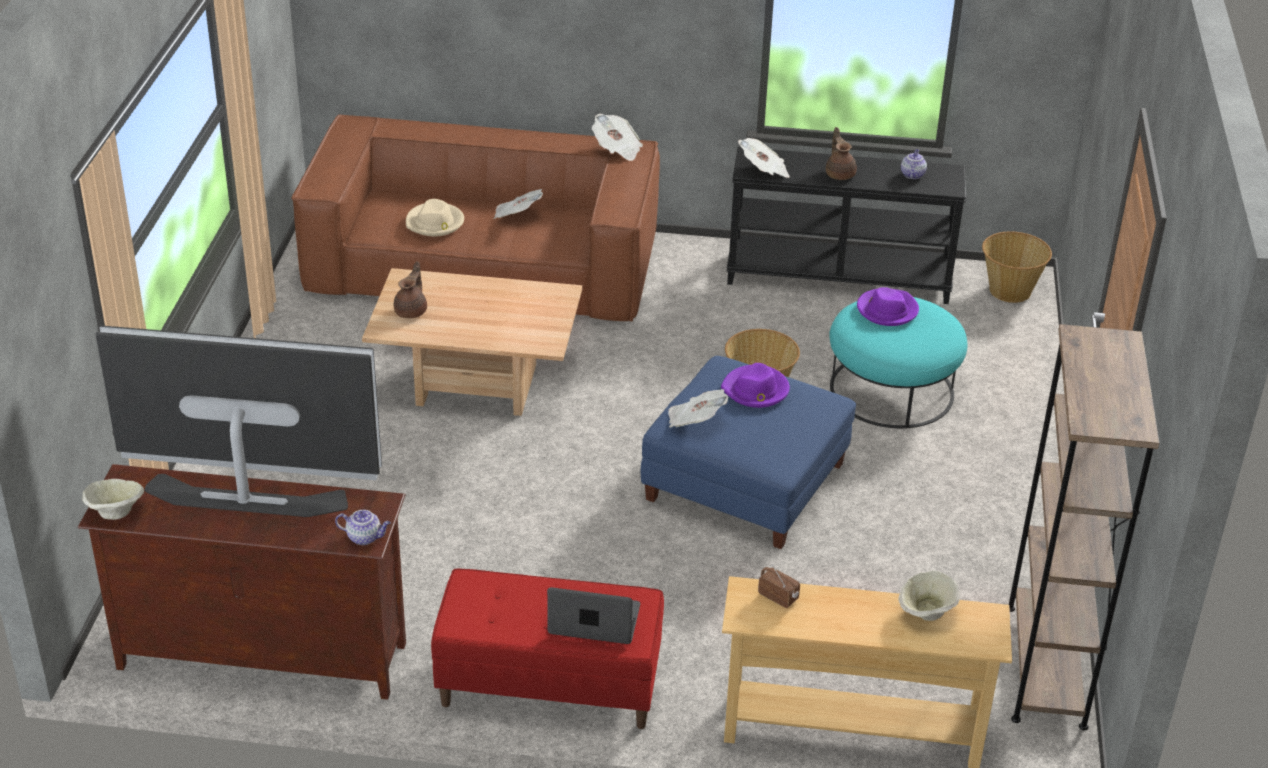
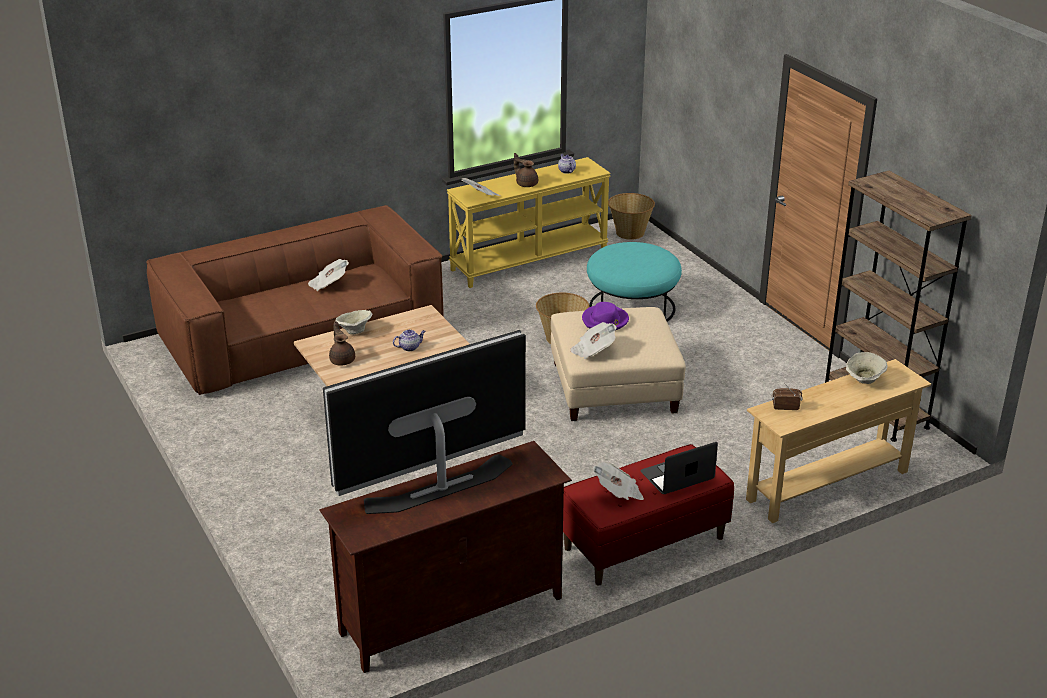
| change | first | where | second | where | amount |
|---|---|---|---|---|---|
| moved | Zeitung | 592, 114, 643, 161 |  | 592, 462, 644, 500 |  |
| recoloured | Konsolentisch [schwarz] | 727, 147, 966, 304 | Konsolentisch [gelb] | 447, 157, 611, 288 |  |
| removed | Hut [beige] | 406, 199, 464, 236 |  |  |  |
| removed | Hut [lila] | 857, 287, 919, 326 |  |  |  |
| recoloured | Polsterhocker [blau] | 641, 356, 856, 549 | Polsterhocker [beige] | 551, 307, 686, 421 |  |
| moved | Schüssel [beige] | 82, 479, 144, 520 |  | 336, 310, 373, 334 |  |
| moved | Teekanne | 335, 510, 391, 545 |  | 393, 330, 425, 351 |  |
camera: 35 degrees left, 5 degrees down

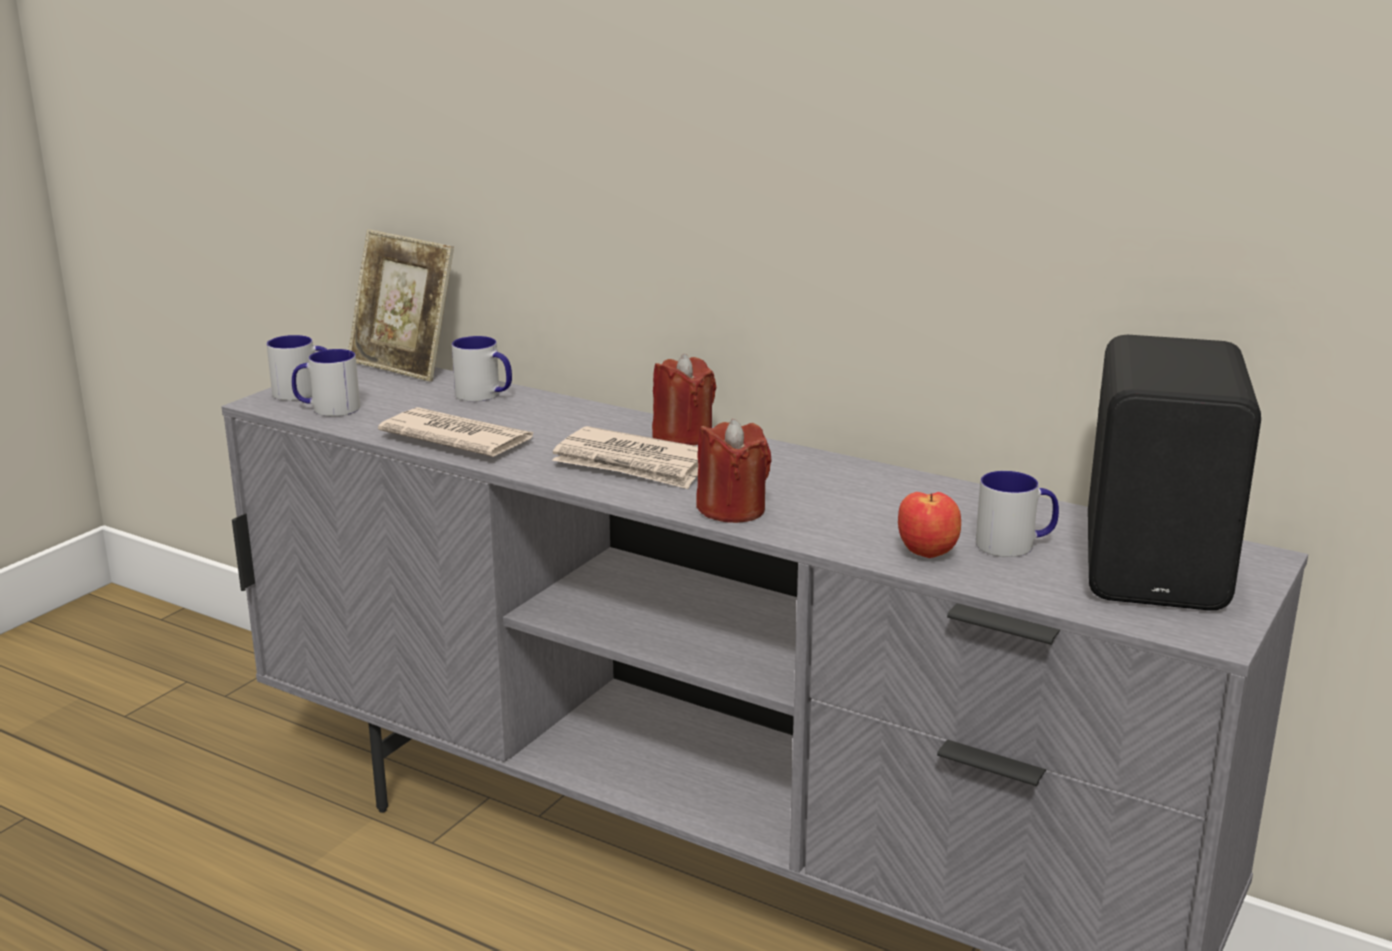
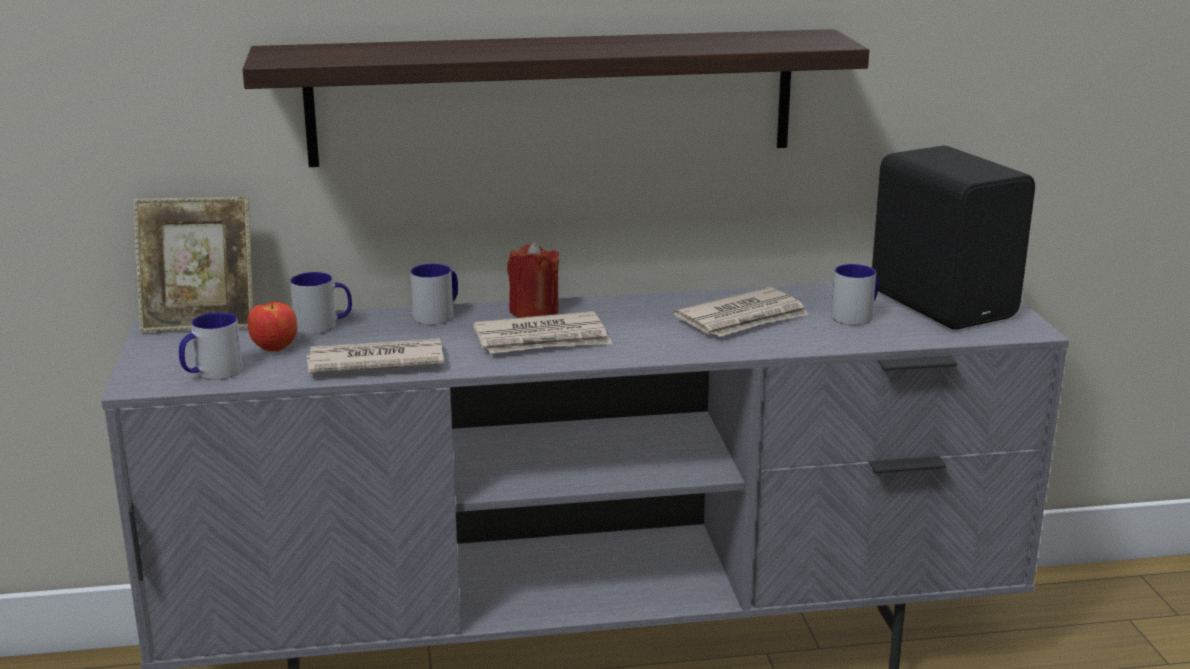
| change | first | where | second | where | amount |
|---|---|---|---|---|---|
| moved | Henkelbecher | 267, 335, 328, 401 |  | 410, 264, 458, 325 |  |
| removed | Kerze [rot] | 696, 419, 772, 523 |  |  |  |
| moved | Apfel | 898, 492, 961, 558 |  | 248, 301, 298, 351 |  |
| added |  |  | Wandregal | 243, 29, 869, 167 |  |
| added |  |  | Zeitung | 674, 287, 809, 337 |  |
camera: 40 degrees left, 0 degrees up

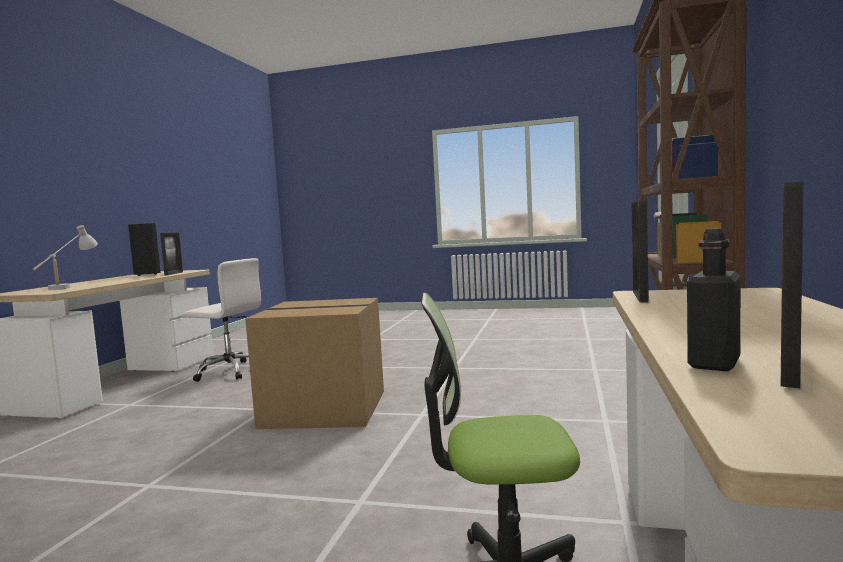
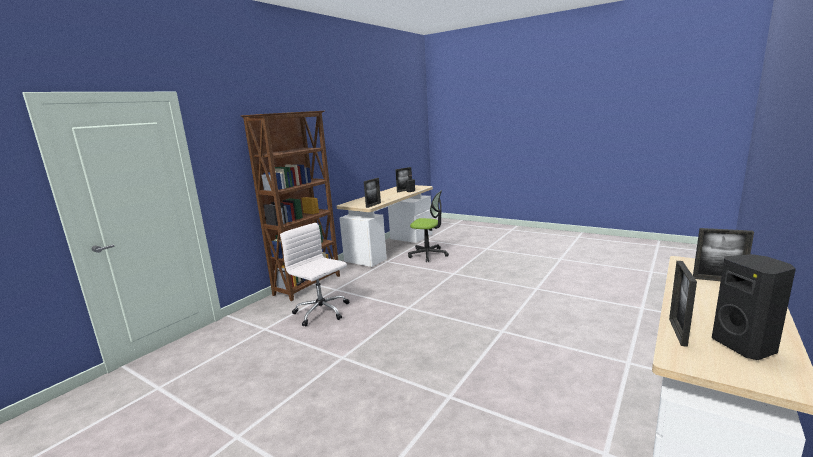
| change | first | where | second | where | amount |
|---|---|---|---|---|---|
| replaced | Tischlampe [weiß] | 32, 225, 98, 290 | Bilderrahmen | 693, 228, 754, 281 |  |
| moved | Bürostuhl [weiß] | 182, 258, 261, 382 |  | 280, 223, 349, 326 |  |
| removed | Karton | 245, 298, 384, 429 |  |  |  |
camera: 160 degrees left, 10 degrees up

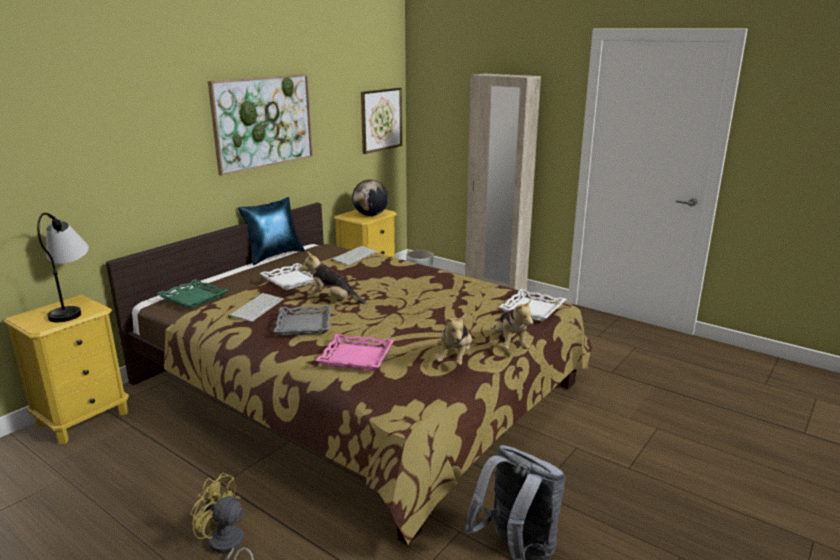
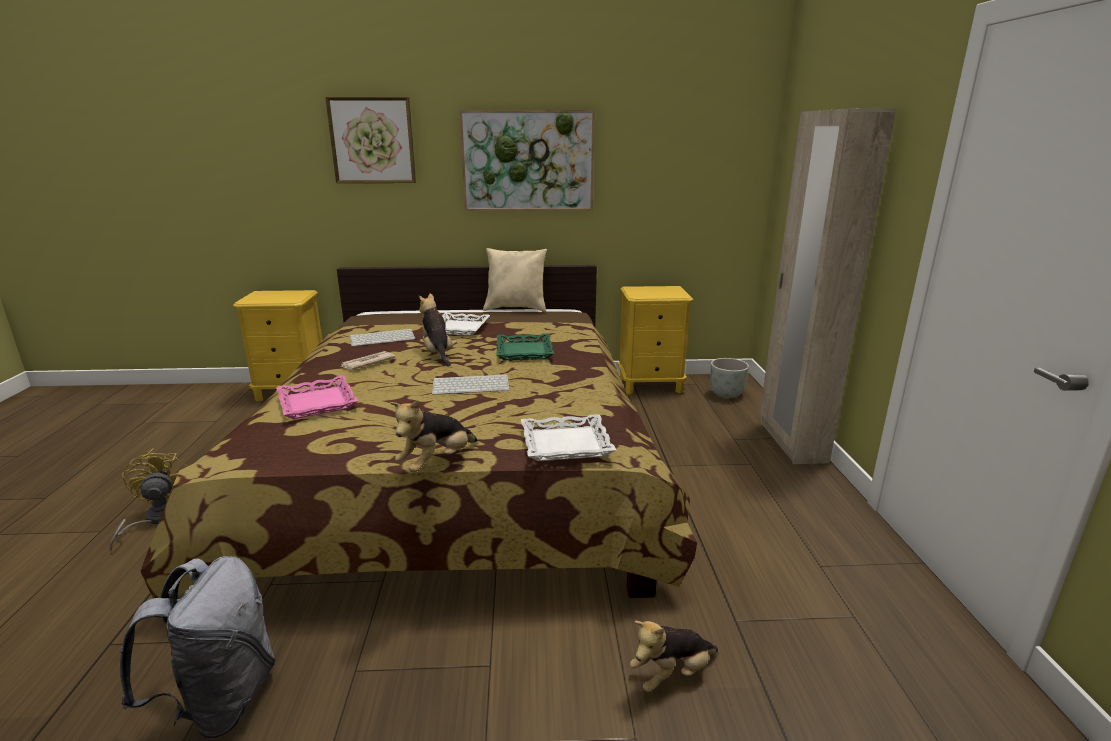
| change | first | where | second | where | amount |
|---|---|---|---|---|---|
| moved | Bild | 361, 88, 402, 154 |  | 325, 97, 416, 183 |  |
| removed | Globus | 352, 179, 389, 216 |  |  |  |
| recoloured | Kissen [blau] | 238, 197, 305, 265 | Kissen [beige] | 483, 248, 547, 312 |  |
| removed | Tischlampe | 37, 213, 89, 322 |  |  |  |
| moved | Tastatur | 331, 246, 377, 265 |  | 432, 374, 510, 395 |  |
| moved | Tablett [grün] | 156, 279, 228, 309 |  | 496, 334, 554, 360 |  |
| replaced | Tablett [grau] | 273, 305, 331, 336 | Zeitung | 341, 351, 395, 370 |  |
| moved | Plüschtier | 436, 314, 472, 366 |  | 630, 621, 718, 693 |  |
camera: 50 degrees right, 0 degrees up

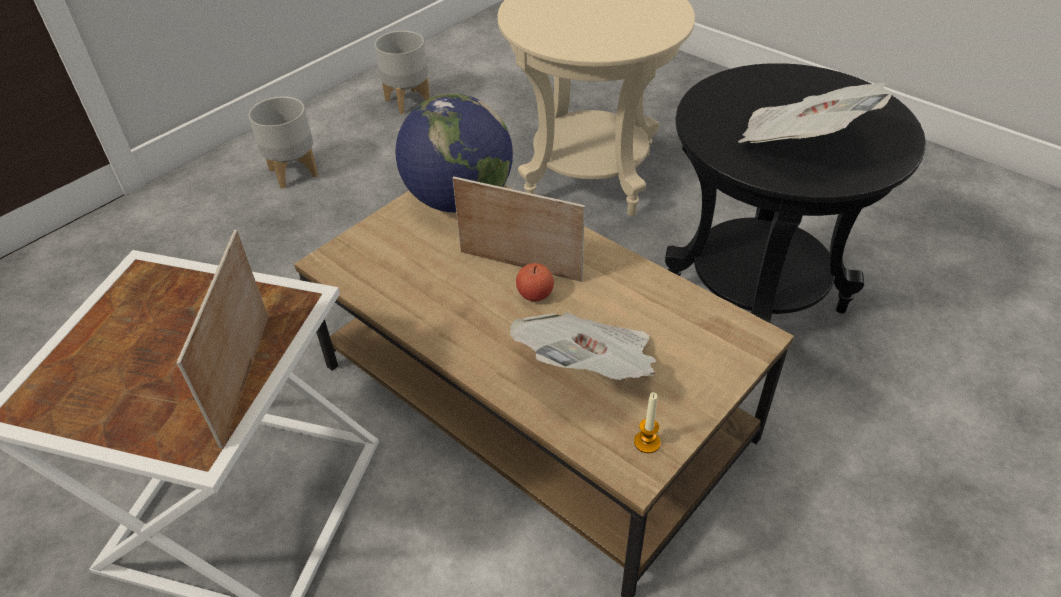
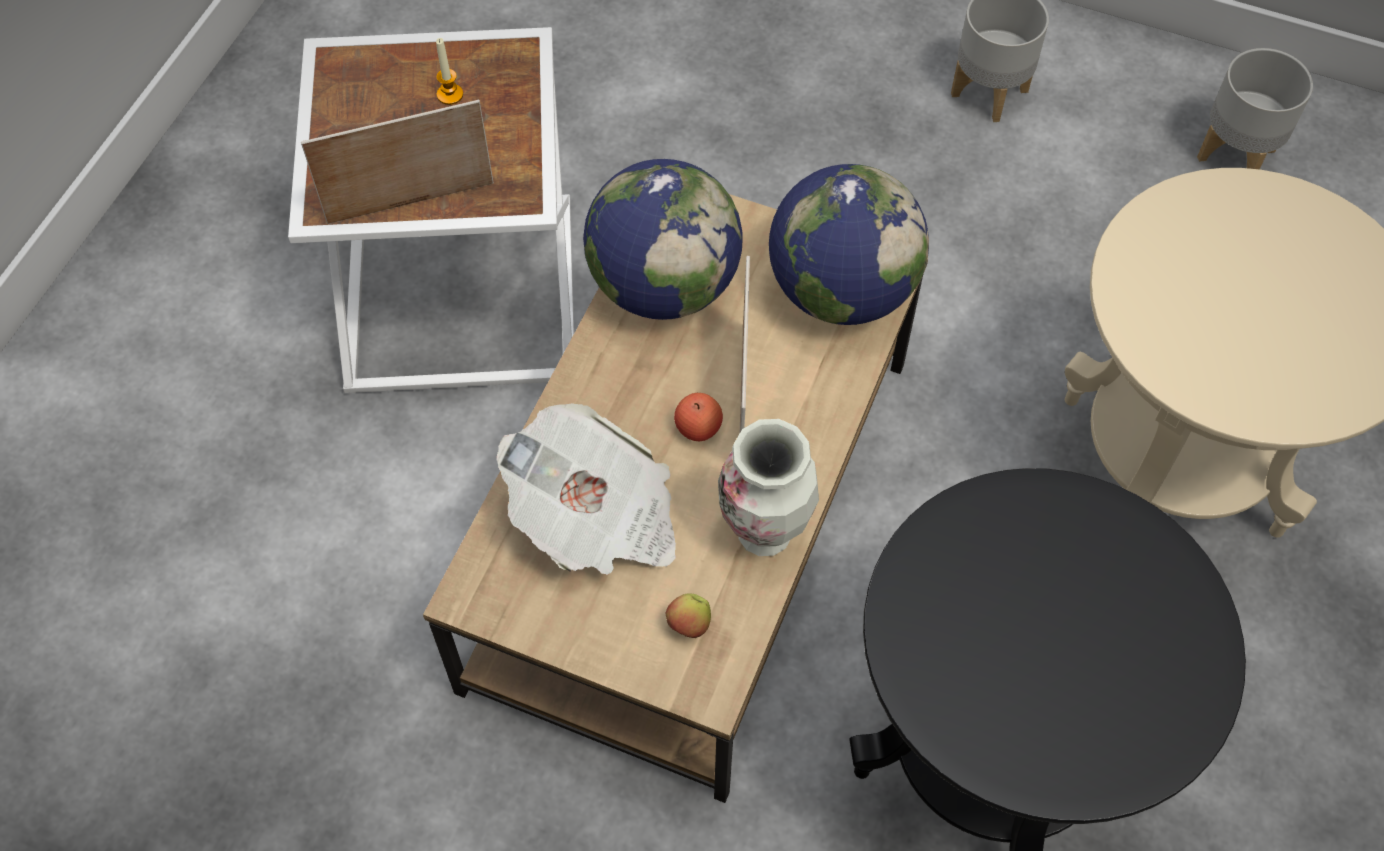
| change | first | where | second | where | amount |
|---|---|---|---|---|---|
| removed | Zeitung | 738, 83, 892, 143 |  |  |  |
| moved | Kerze | 634, 392, 661, 453 |  | 436, 38, 463, 105 |  |
| added |  |  | Globus | 583, 159, 743, 320 |  |
| added |  |  | Vase | 718, 419, 819, 556 |  |
| added |  |  | Apfel | 665, 593, 711, 638 |  |
camera: 70 degrees right, 15 degrees up

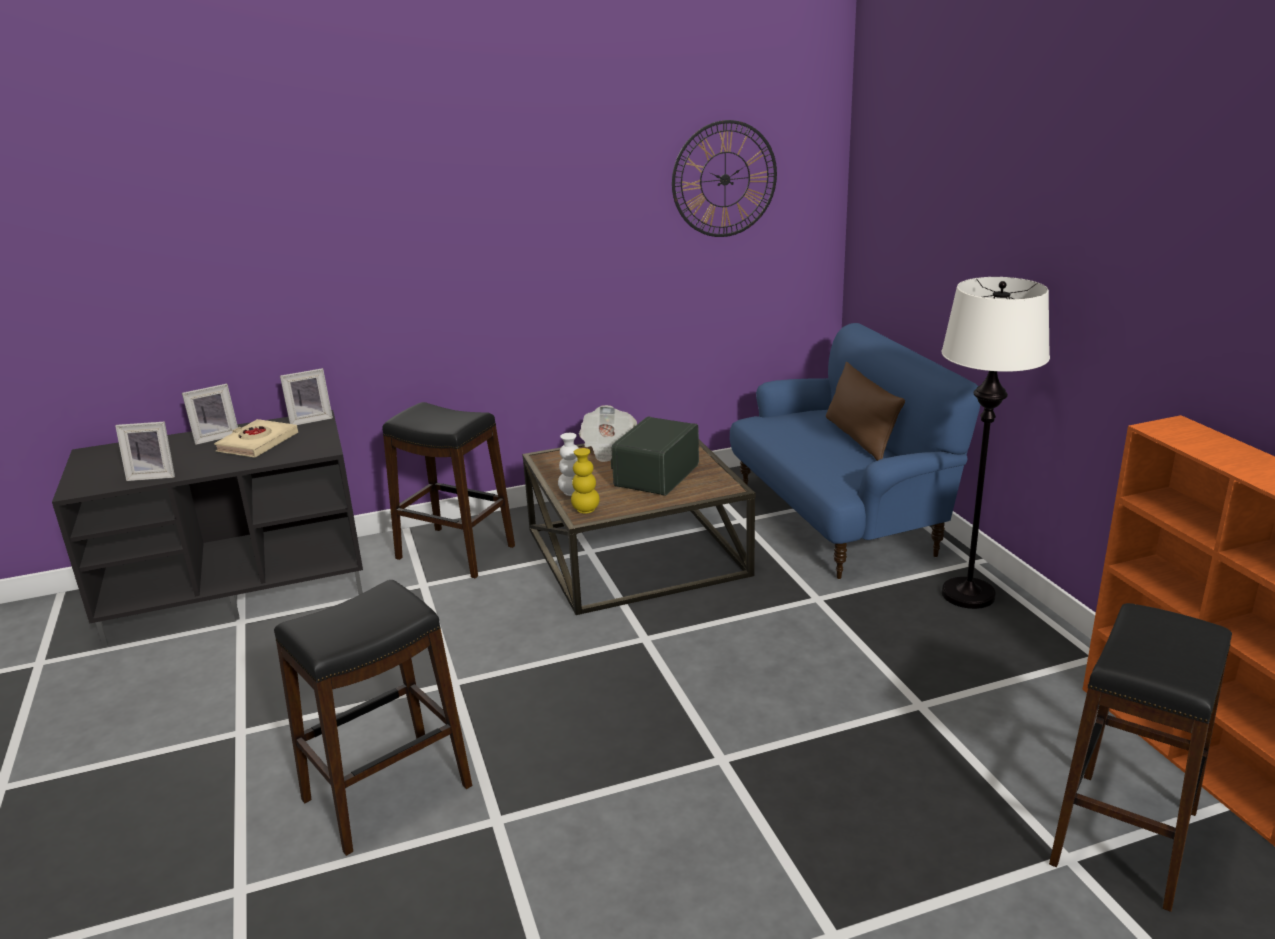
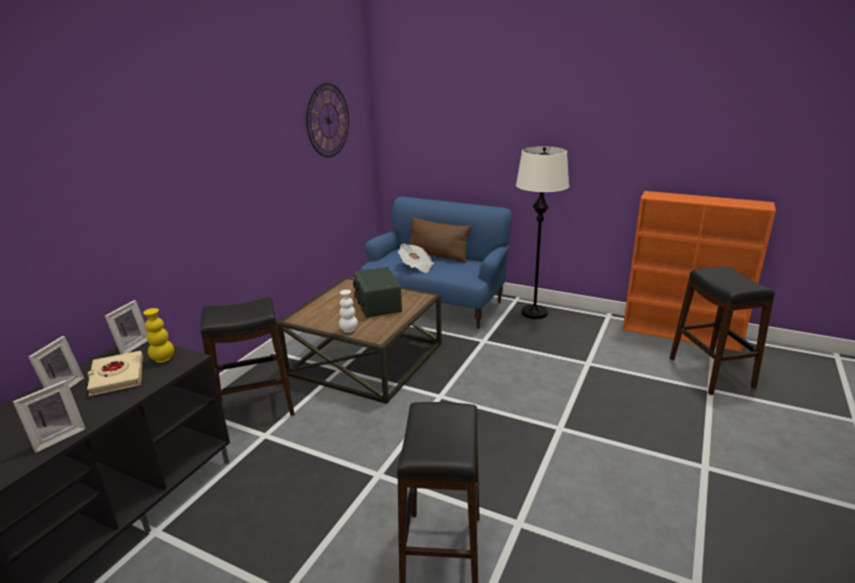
| change | first | where | second | where | amount |
|---|---|---|---|---|---|
| moved | Zeitung | 579, 405, 637, 462 |  | 398, 244, 434, 273 |  |
| moved | Vase [gelb] | 571, 448, 600, 514 |  | 143, 308, 174, 363 |  |
camera: 45 degrees left, 0 degrees up

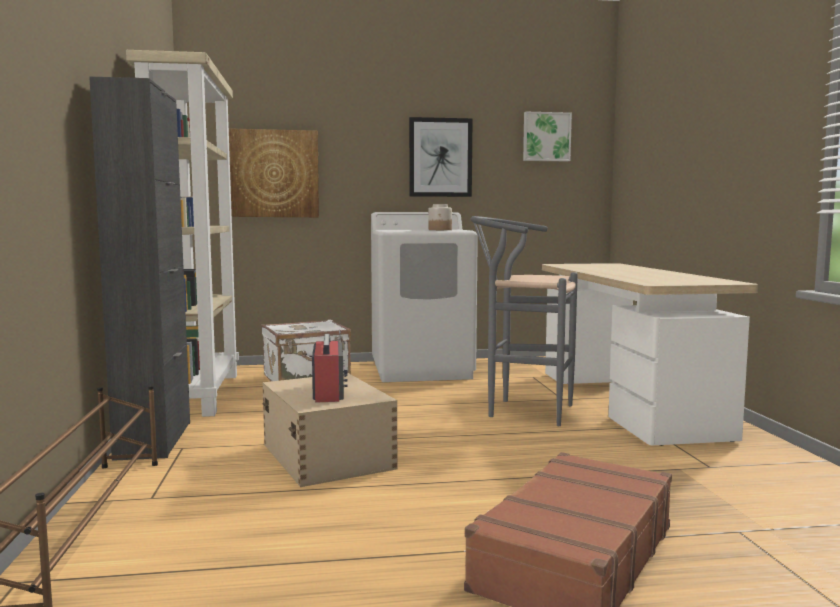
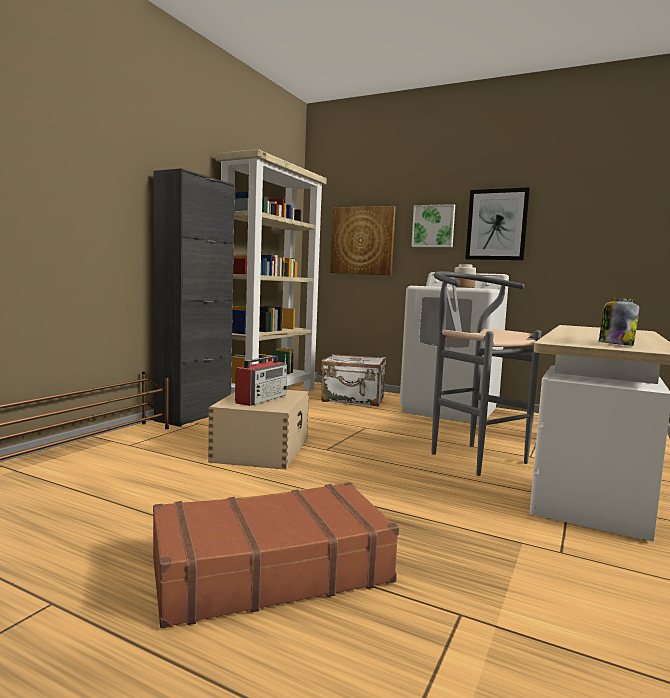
| change | first | where | second | where | amount |
|---|---|---|---|---|---|
| moved | Bild | 523, 112, 572, 161 |  | 411, 204, 455, 247 |  |
| added |  |  | Vorratsglas | 599, 298, 639, 346 |  |
camera: 35 degrees right, 0 degrees up

